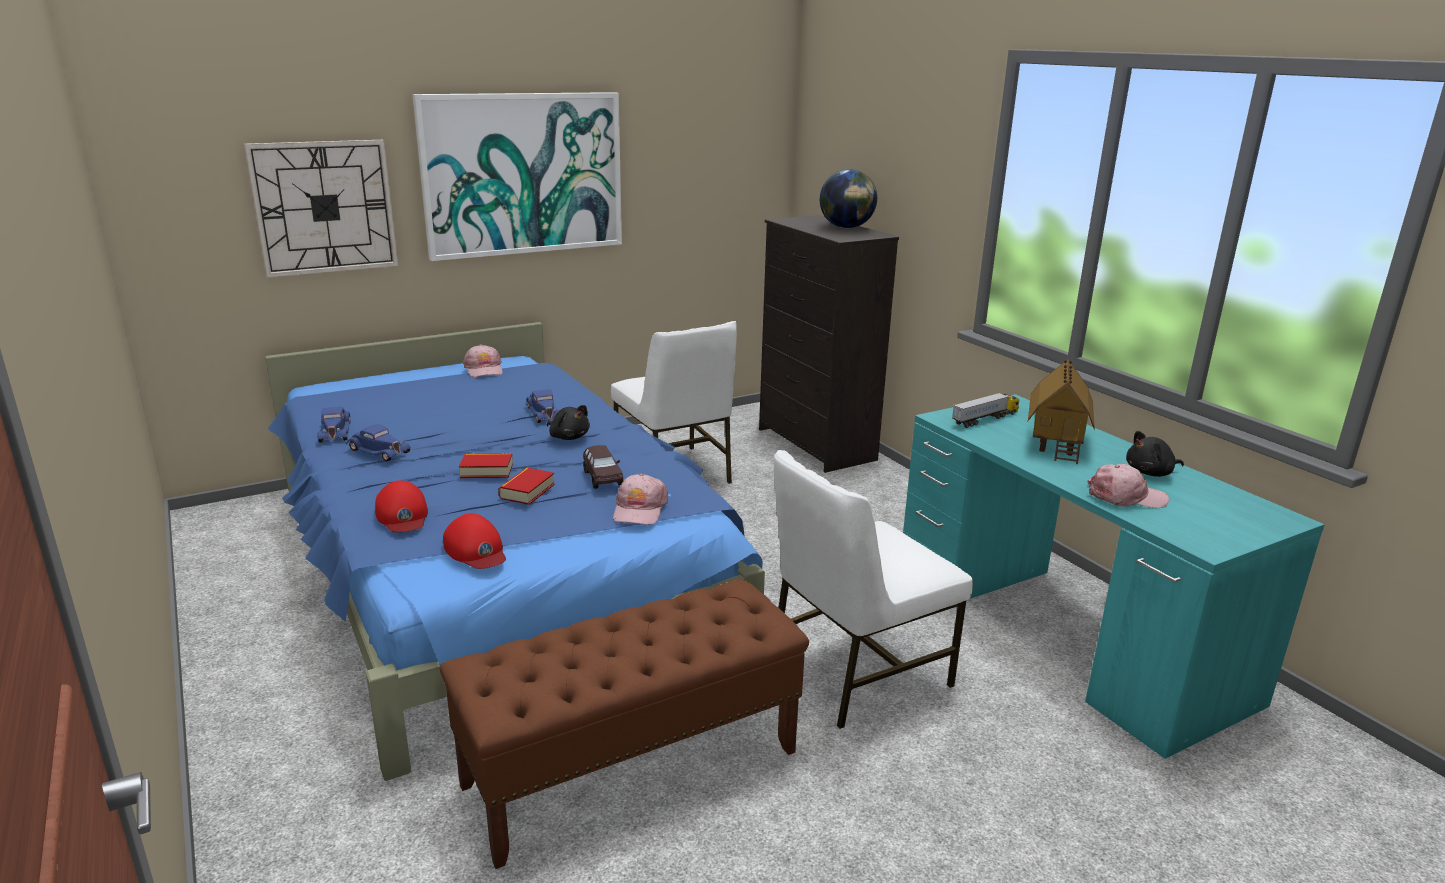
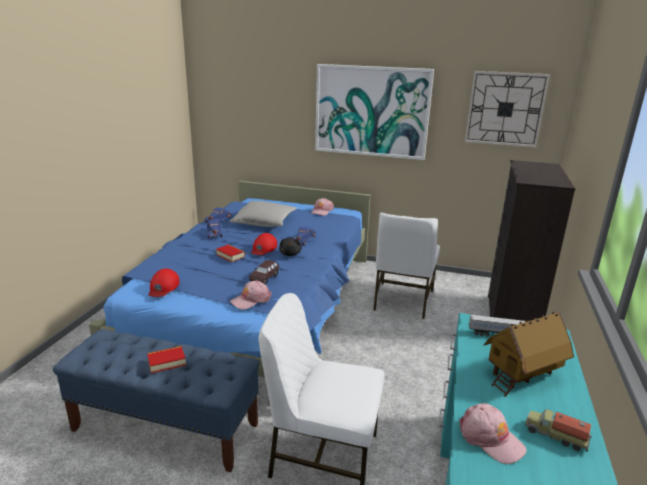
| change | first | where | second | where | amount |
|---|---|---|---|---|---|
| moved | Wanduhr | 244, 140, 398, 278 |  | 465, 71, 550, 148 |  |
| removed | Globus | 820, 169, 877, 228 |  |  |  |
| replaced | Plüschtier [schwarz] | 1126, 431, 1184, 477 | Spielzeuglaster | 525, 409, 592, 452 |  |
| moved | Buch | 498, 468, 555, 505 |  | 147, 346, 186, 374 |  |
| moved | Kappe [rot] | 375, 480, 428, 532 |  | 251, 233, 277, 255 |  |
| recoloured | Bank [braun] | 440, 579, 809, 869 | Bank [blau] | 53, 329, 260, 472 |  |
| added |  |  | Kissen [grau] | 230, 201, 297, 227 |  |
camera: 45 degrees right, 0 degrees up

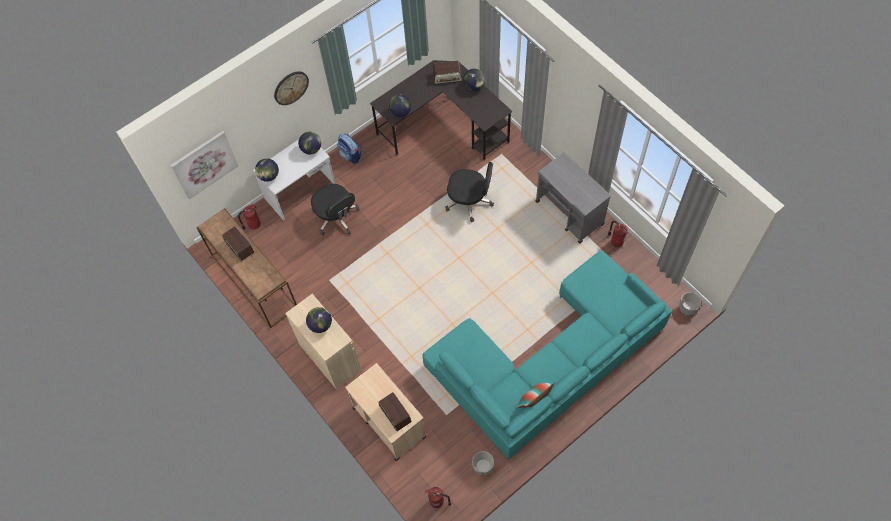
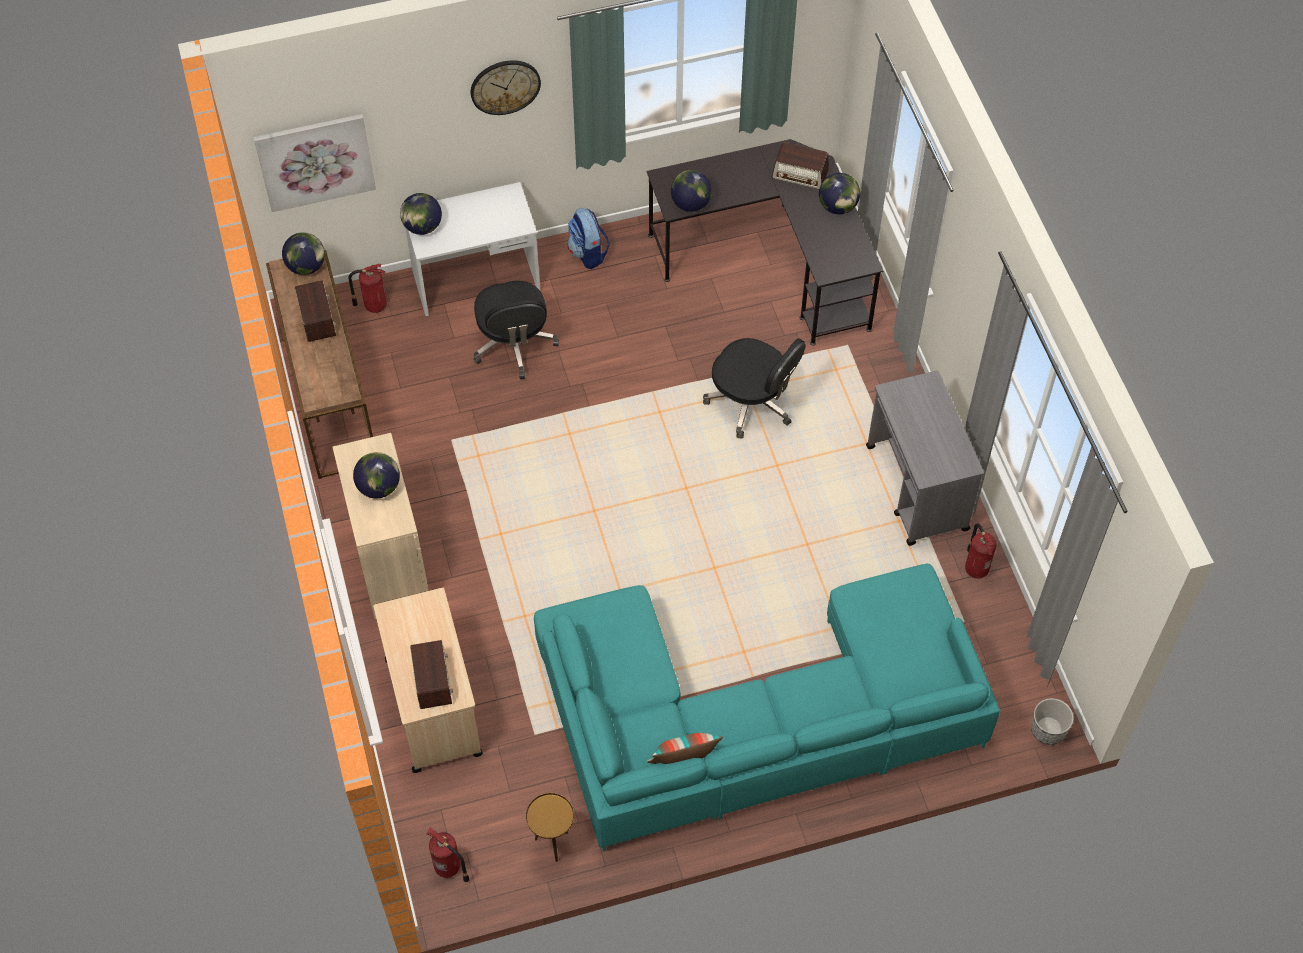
| change | first | where | second | where | amount |
|---|---|---|---|---|---|
| moved | Globus | 298, 132, 321, 155 |  | 282, 232, 325, 275 |  |
| replaced | Pflanzkübel | 472, 451, 494, 476 | Beistelltisch [braun] | 526, 793, 574, 862 |  |
camera: 20 degrees right, 5 degrees down

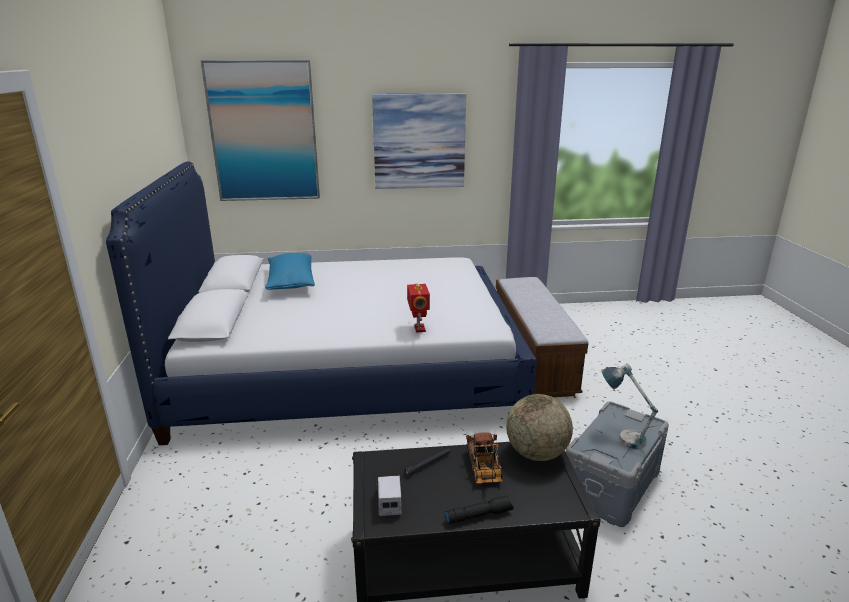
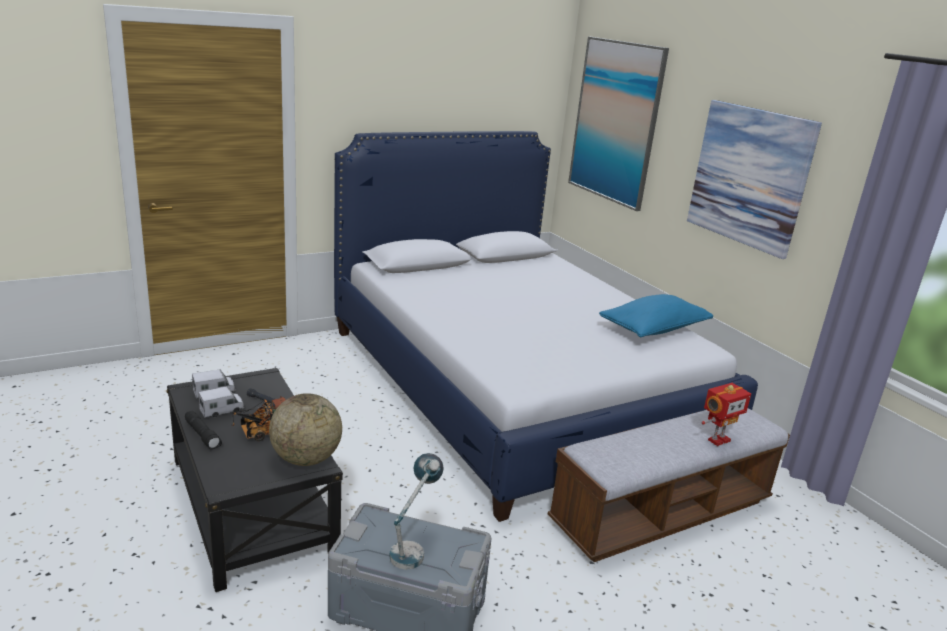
| change | first | where | second | where | amount |
|---|---|---|---|---|---|
| moved | Kissen [blau] | 265, 253, 315, 290 |  | 599, 294, 713, 337 |  |
| moved | Spielzeugroboter | 407, 284, 430, 333 |  | 702, 383, 751, 446 |  |
| added |  |  | Spielzeuglaster | 198, 386, 244, 418 |  |
camera: 65 degrees right, 0 degrees up

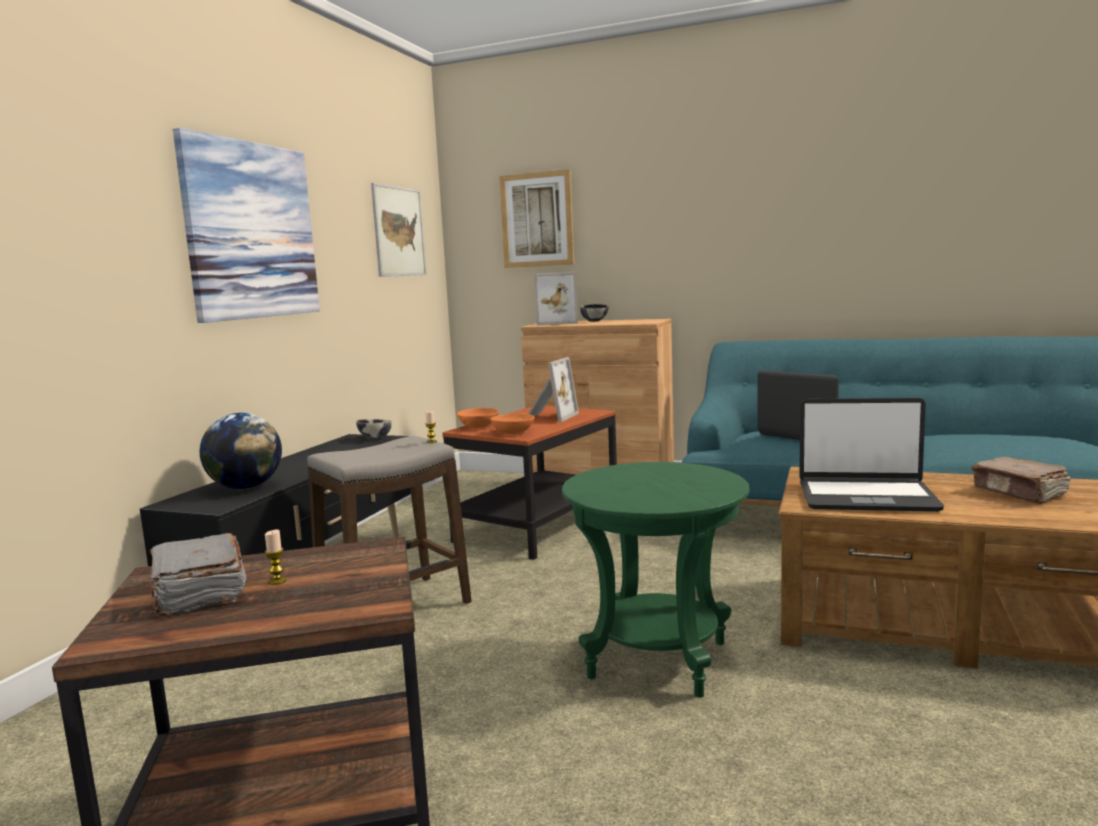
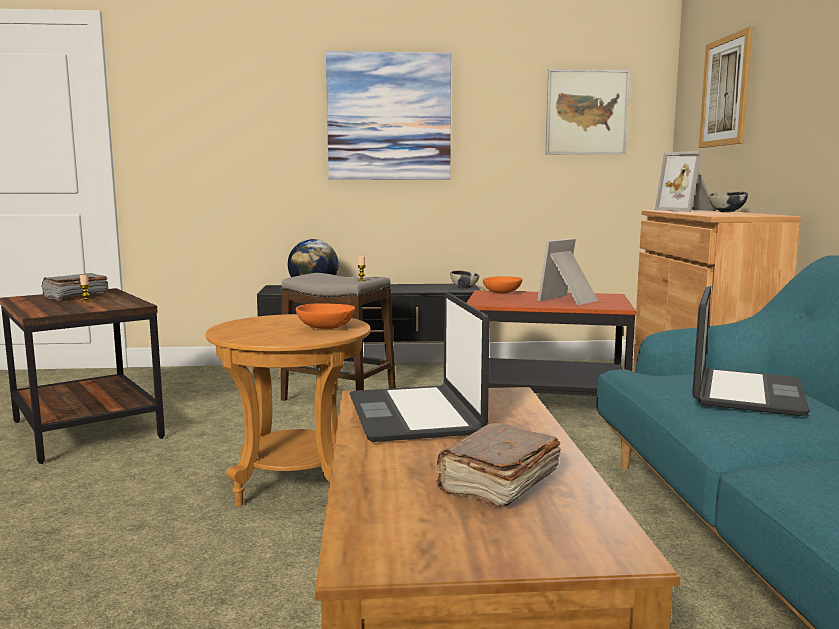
| change | first | where | second | where | amount |
|---|---|---|---|---|---|
| turned | Bilderrahmen | 528, 357, 579, 422 |  | 537, 239, 598, 305 | 135 degrees clockwise |
| moved | Schüssel [orange] | 490, 413, 535, 434 |  | 296, 303, 355, 329 |  |
| recoloured | Beistelltisch [grün] | 562, 462, 749, 698 | Beistelltisch [braun] | 206, 314, 371, 506 |  |
camera: 65 degrees right, 0 degrees up

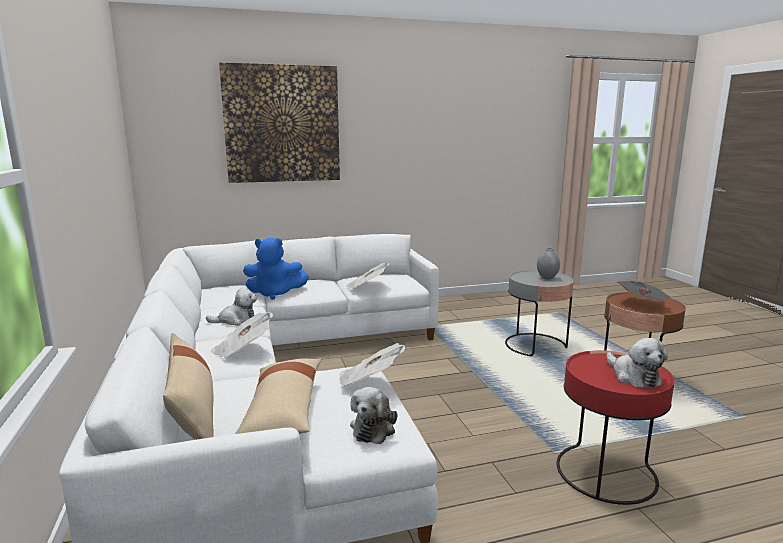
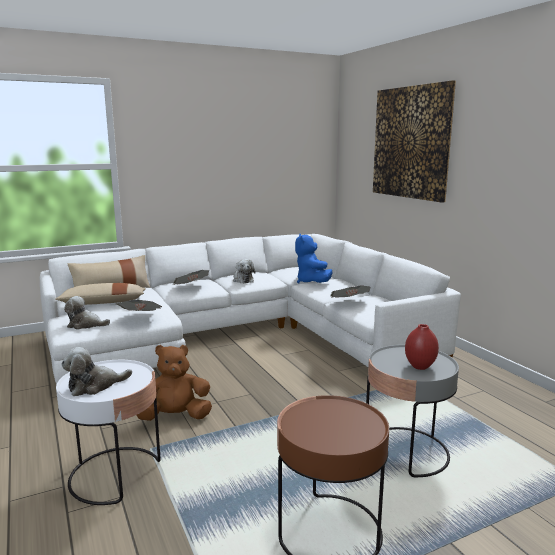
| change | first | where | second | where | amount |
|---|---|---|---|---|---|
| recoloured | Vase [grau] | 537, 248, 560, 280 | Vase [rot] | 405, 324, 439, 370 |  |
| removed | Zeitung | 617, 281, 670, 301 |  |  |  |
| recoloured | Beistelltisch [rot] | 557, 350, 674, 505 | Beistelltisch [weiß] | 56, 360, 161, 505 |  |
| added |  |  | Plüschtier [braun] | 136, 345, 212, 421 |  |
camera: 80 degrees right, 0 degrees up

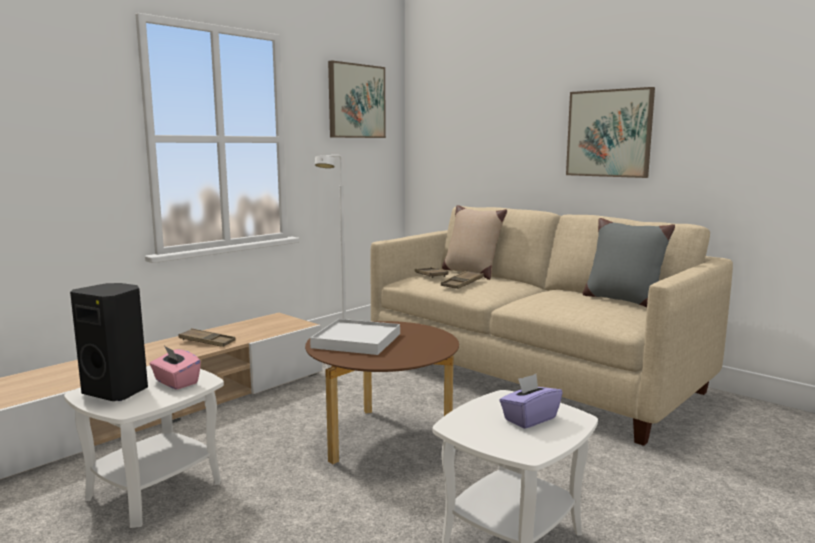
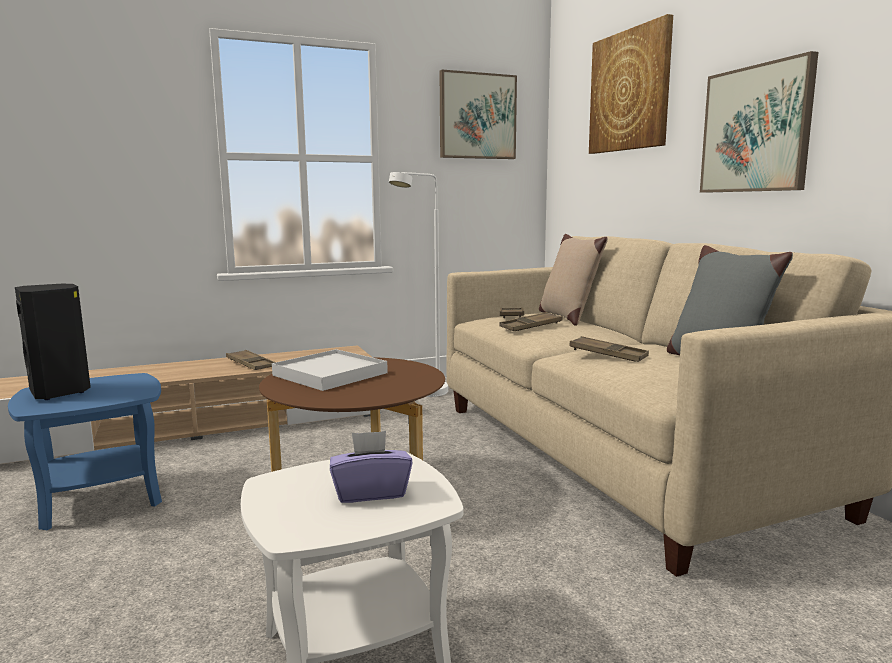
| change | first | where | second | where | amount |
|---|---|---|---|---|---|
| removed | Taschentuchbox [rosa] | 150, 346, 201, 390 |  |  |  |
| recoloured | Beistelltisch [weiß] | 64, 366, 224, 528 | Beistelltisch [blau] | 8, 373, 162, 530 |  |
| added |  |  | Bild | 589, 14, 673, 154 |  |
| added |  |  | Tablett [braun] | 569, 336, 649, 362 |  |
camera: 25 degrees right, 0 degrees up

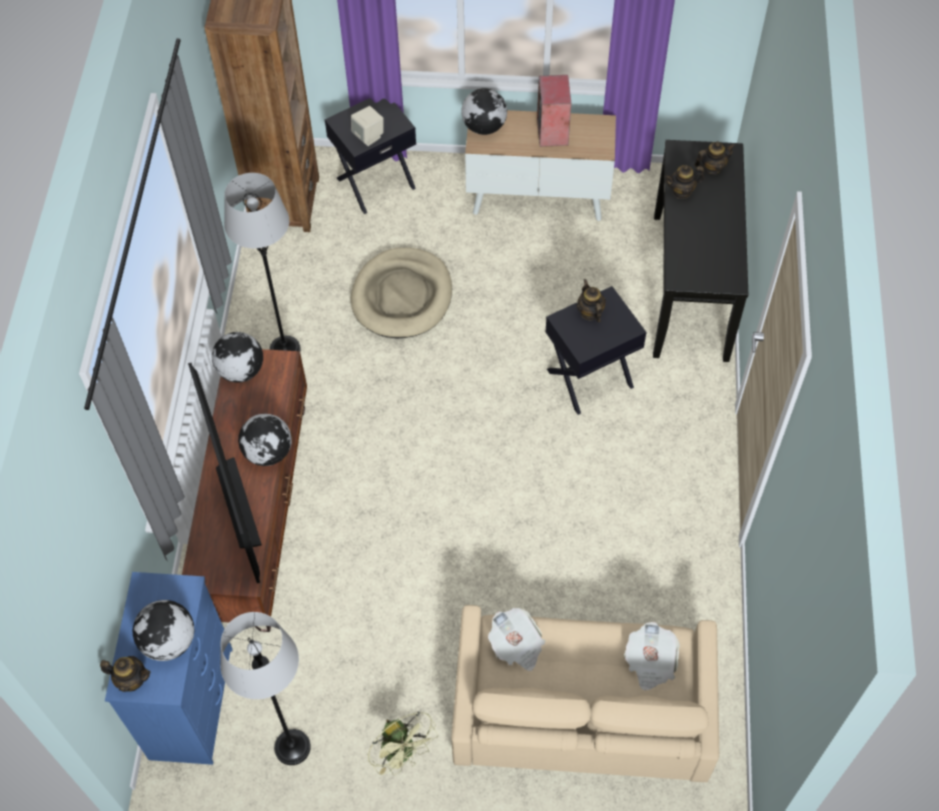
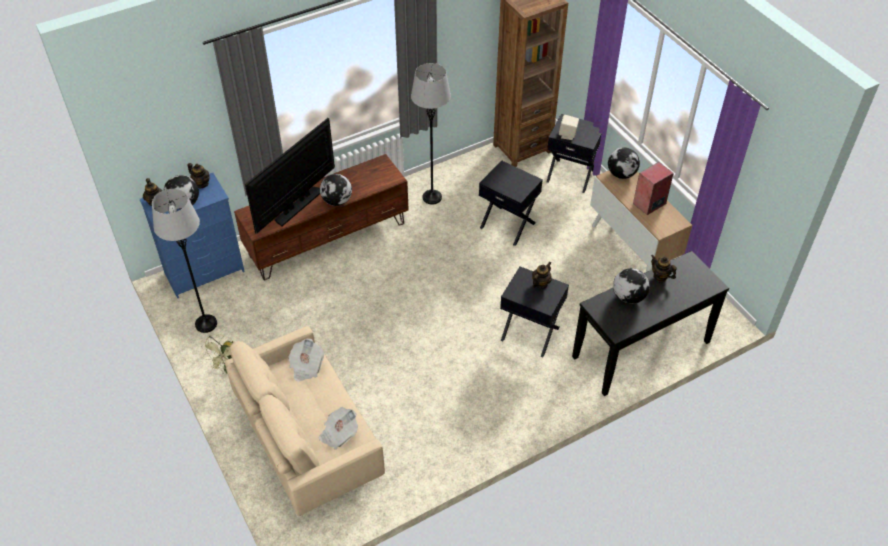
| change | first | where | second | where | amount |
|---|---|---|---|---|---|
| moved | Teekanne | 694, 141, 735, 175 |  | 188, 163, 210, 188 |  |
| replaced | Hundebett [beige] | 351, 248, 452, 339 | Beistelltisch [schwarz] | 479, 161, 543, 246 |  |
| moved | Globus | 212, 332, 263, 383 |  | 613, 268, 650, 304 |  |
camera: 55 degrees right, 10 degrees down

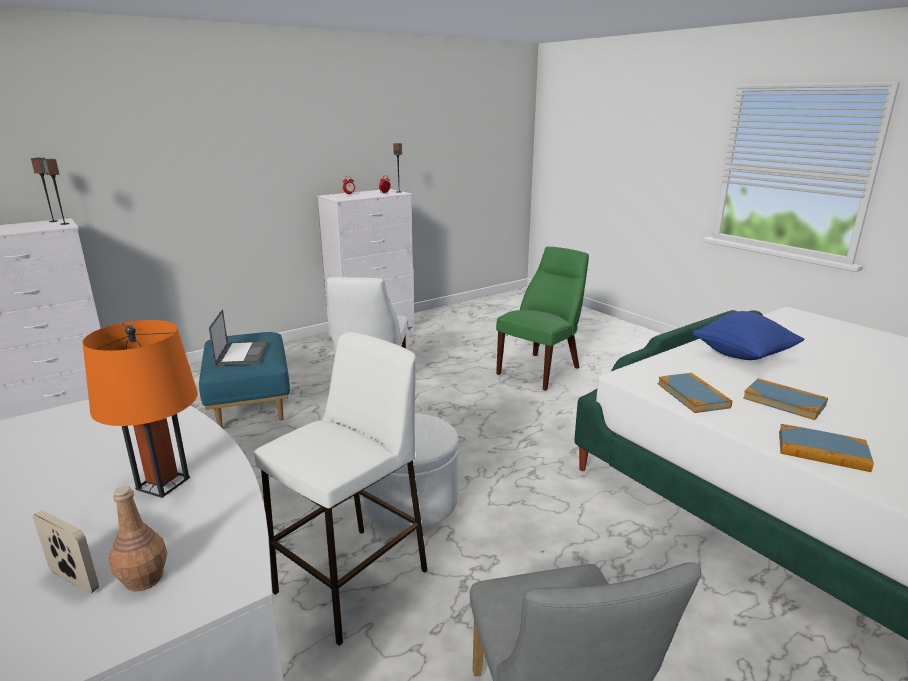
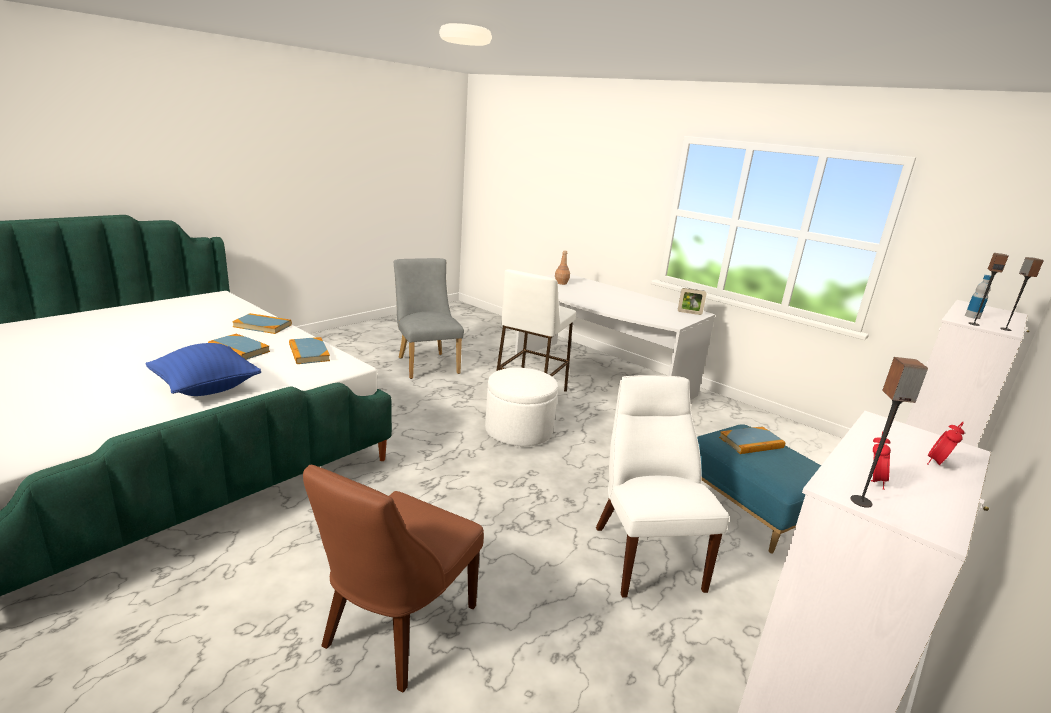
| change | first | where | second | where | amount |
|---|---|---|---|---|---|
| recoloured | Stuhl [grün] | 496, 247, 589, 391 | Stuhl [braun] | 303, 465, 484, 692 |  |
| replaced | Laptop | 209, 309, 268, 366 | Buch | 719, 426, 785, 454 |  |
| removed | Tischlampe [orange] | 82, 320, 198, 498 |  |  |  |
| moved | Bilderrahmen | 33, 510, 99, 594 |  | 678, 288, 707, 315 |  |
| added |  |  | Flasche | 965, 275, 991, 319 |  |
camera: 165 degrees right, 0 degrees up

